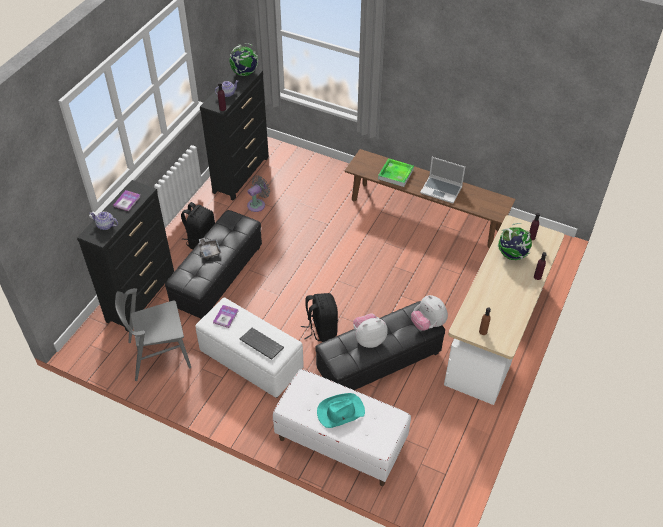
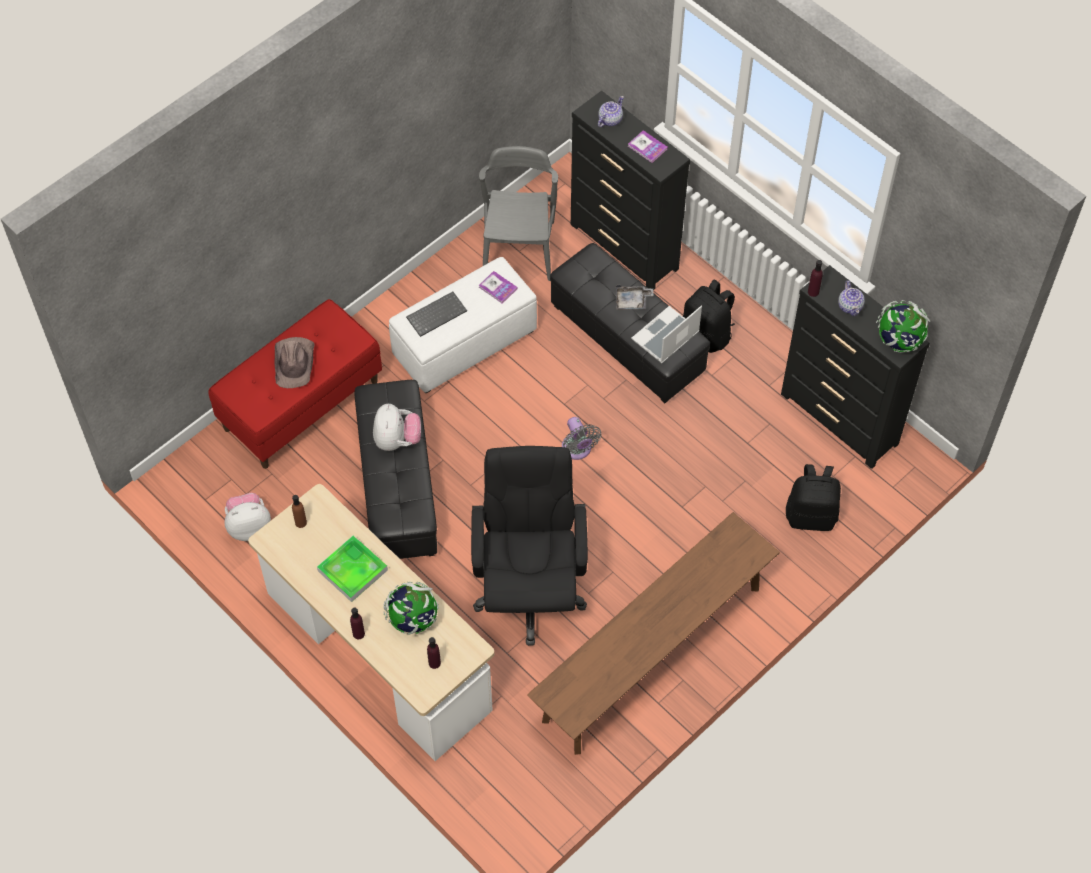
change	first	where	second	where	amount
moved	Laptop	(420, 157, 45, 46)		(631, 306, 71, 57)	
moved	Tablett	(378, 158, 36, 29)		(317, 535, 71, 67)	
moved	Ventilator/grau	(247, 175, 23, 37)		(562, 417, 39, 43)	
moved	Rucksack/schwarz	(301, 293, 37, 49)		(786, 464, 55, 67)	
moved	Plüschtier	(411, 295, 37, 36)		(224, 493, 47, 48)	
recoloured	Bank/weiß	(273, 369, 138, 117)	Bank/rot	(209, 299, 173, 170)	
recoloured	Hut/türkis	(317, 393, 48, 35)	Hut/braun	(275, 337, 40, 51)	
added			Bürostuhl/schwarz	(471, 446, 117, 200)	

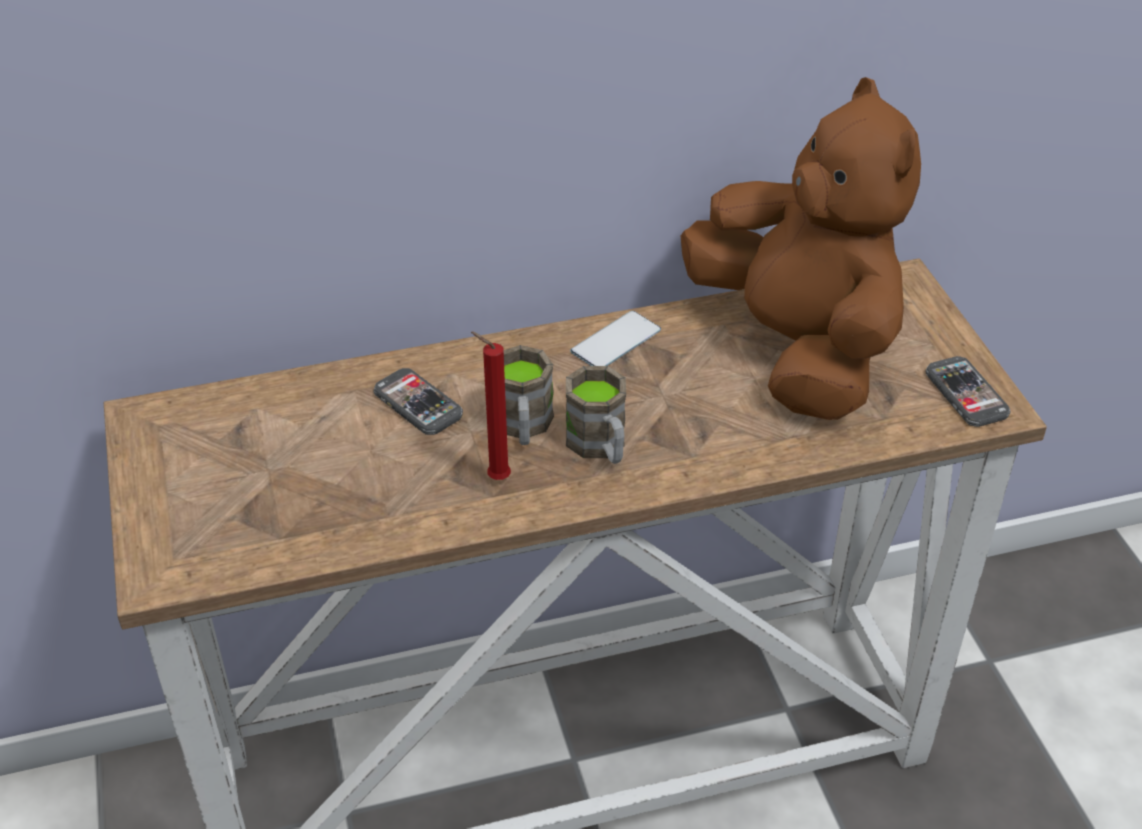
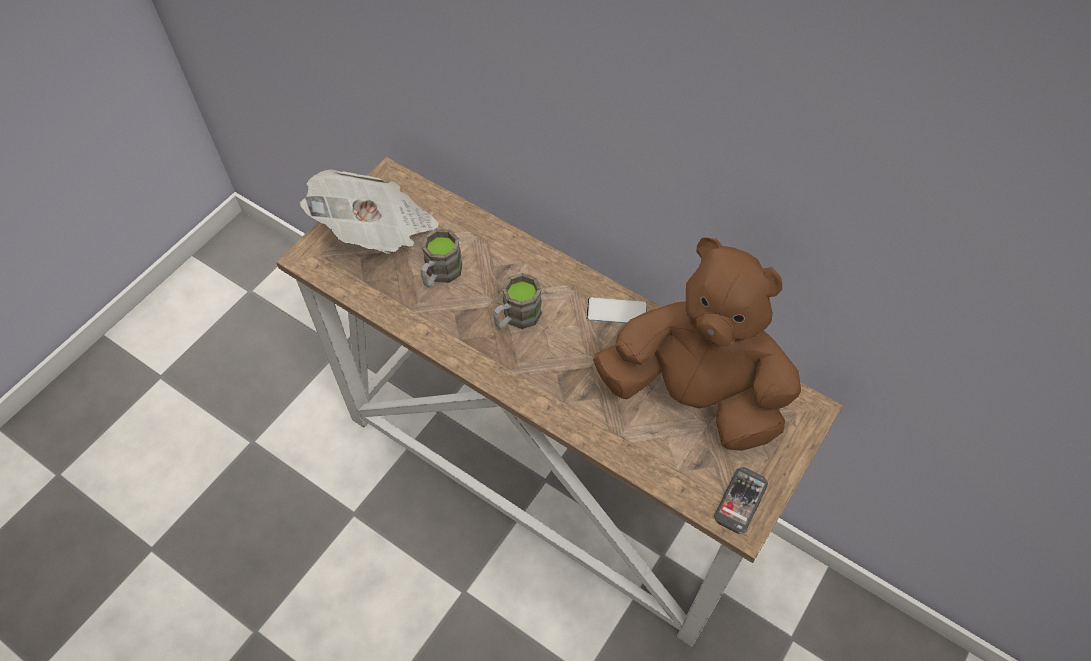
change	first	where	second	where	amount
turned	Plüschtier/braun	(680, 77, 241, 343)		(593, 238, 208, 213)	90 degrees counterclockwise
removed	Kerze/rot	(471, 332, 40, 148)			
moved	Henkelbecher/braun	(566, 366, 60, 98)		(421, 229, 41, 58)	
removed	Handy	(373, 368, 90, 67)			
added			Zeitung	(300, 169, 138, 85)	

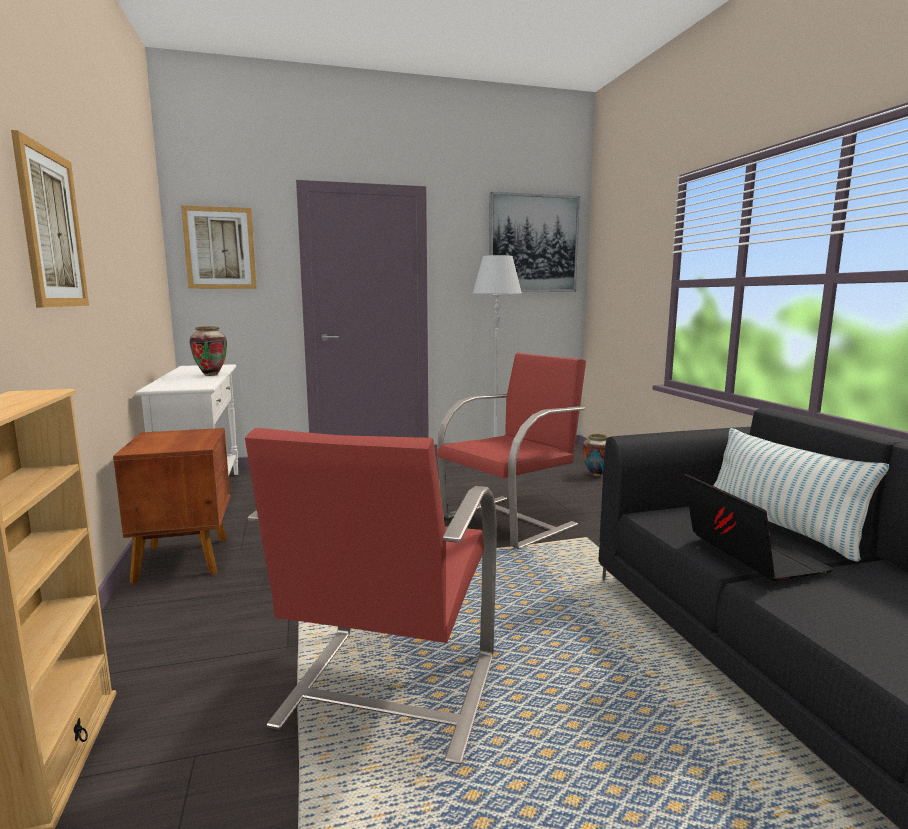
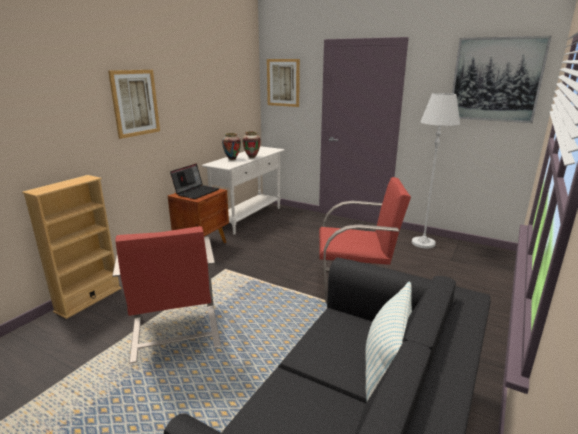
change	first	where	second	where	amount
turned	Sessel/rot	(245, 428, 252, 336)		(112, 226, 109, 138)	75 degrees counterclockwise
moved	Vase	(582, 434, 26, 42)		(222, 133, 19, 27)	
moved	Laptop	(684, 474, 150, 107)		(170, 164, 50, 35)	

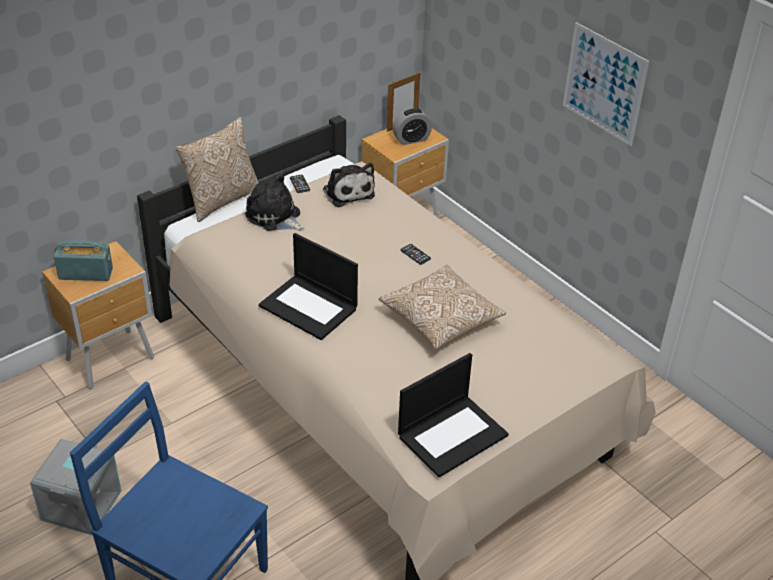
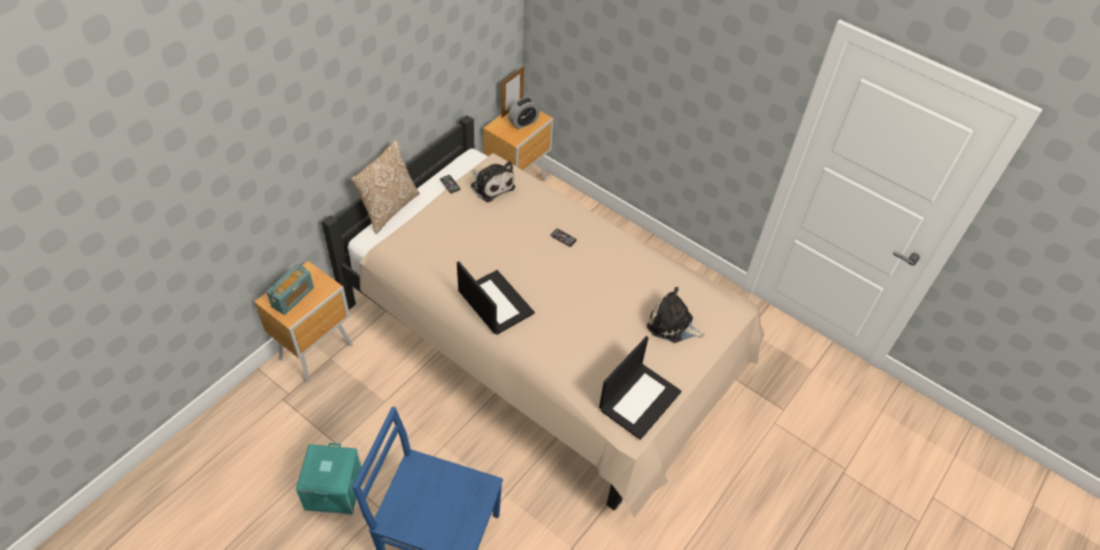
change	first	where	second	where	amount
removed	Bild	(563, 22, 86, 124)			
moved	Plüschtier	(245, 172, 59, 59)		(647, 287, 58, 56)	
turned	Laptop	(259, 233, 99, 107)		(457, 261, 78, 74)	150 degrees counterclockwise
turned	Radio	(54, 240, 59, 41)		(266, 264, 48, 51)	135 degrees clockwise
removed	Kissen	(379, 265, 127, 85)			
recoloured	Aufbewahrungsbox/grau	(30, 439, 91, 97)	Aufbewahrungsbox/türkis	(296, 443, 66, 72)	

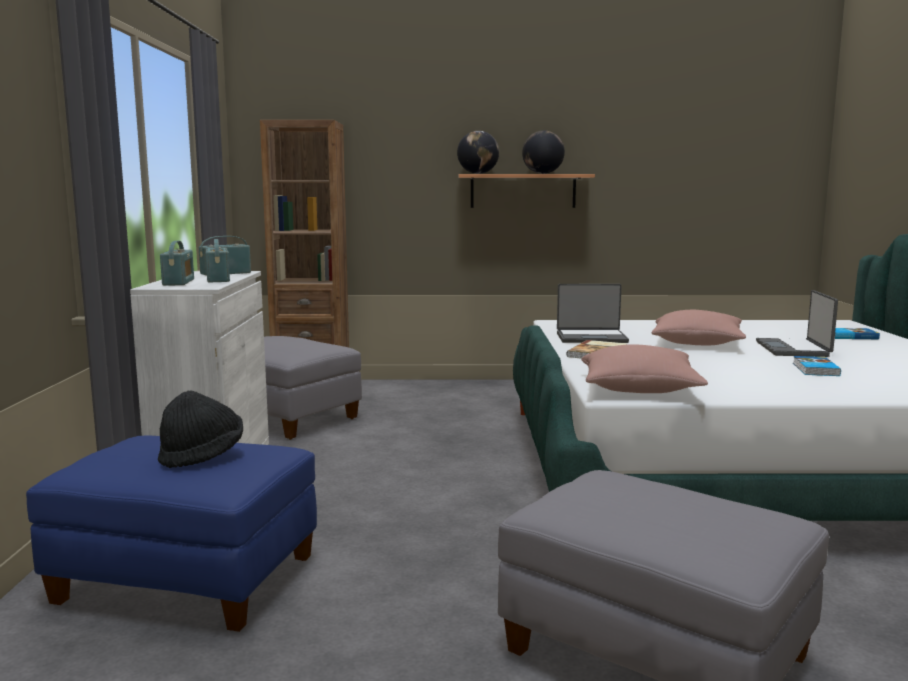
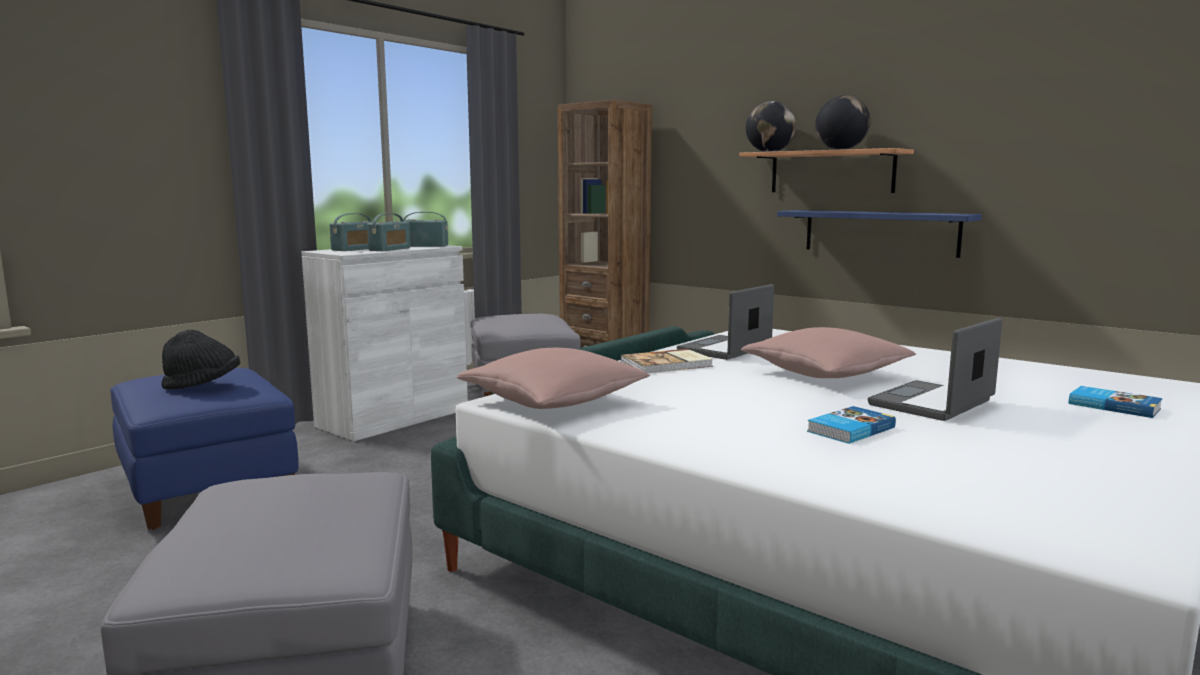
change	first	where	second	where	amount
turned	Laptop	(557, 284, 72, 59)		(677, 284, 97, 76)	90 degrees clockwise
added			Wandregal/blau	(777, 210, 205, 48)	

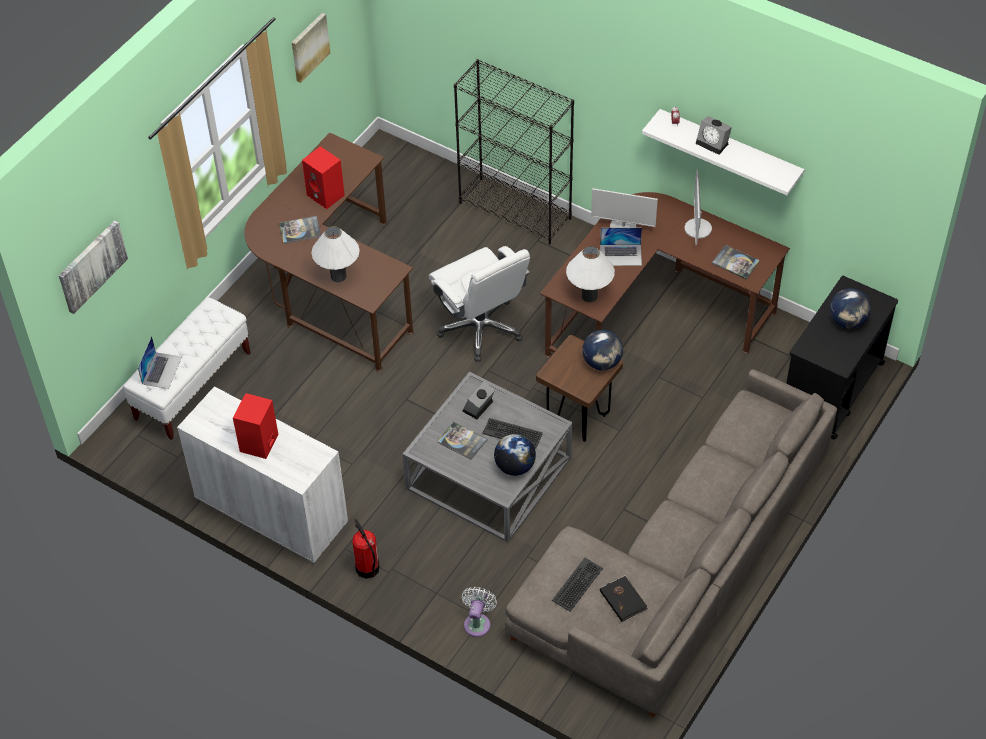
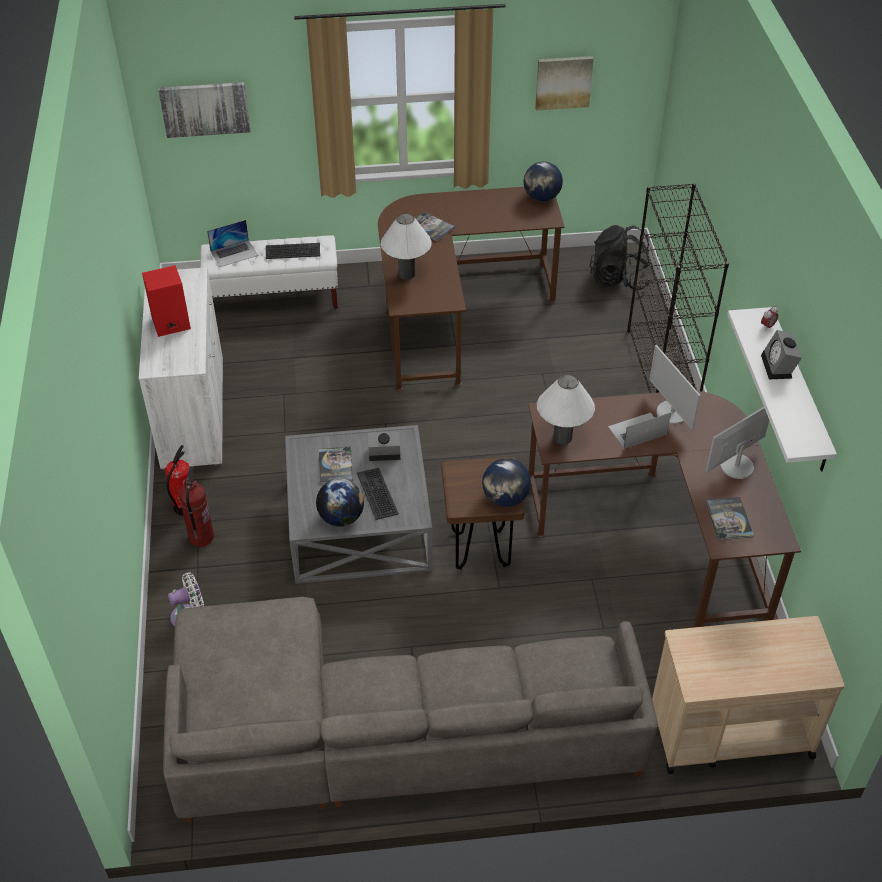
change	first	where	second	where	amount
removed	Lautsprecher/rot	(302, 146, 43, 63)			
turned	Laptop	(600, 228, 42, 38)		(608, 413, 63, 36)	105 degrees clockwise
removed	Bürostuhl/weiß	(429, 246, 101, 116)			
recoloured	Rollwagen/schwarz	(786, 276, 112, 163)	Rollwagen/beige	(652, 616, 193, 158)	
moved	Globus	(830, 288, 41, 41)		(524, 162, 39, 39)	
moved	Tastatur	(552, 558, 51, 53)		(266, 243, 54, 16)	
removed	Buch/schwarz	(600, 575, 48, 47)			
added			Rucksack/schwarz	(589, 225, 61, 66)	
added			Feuerlöscher	(179, 466, 35, 81)	

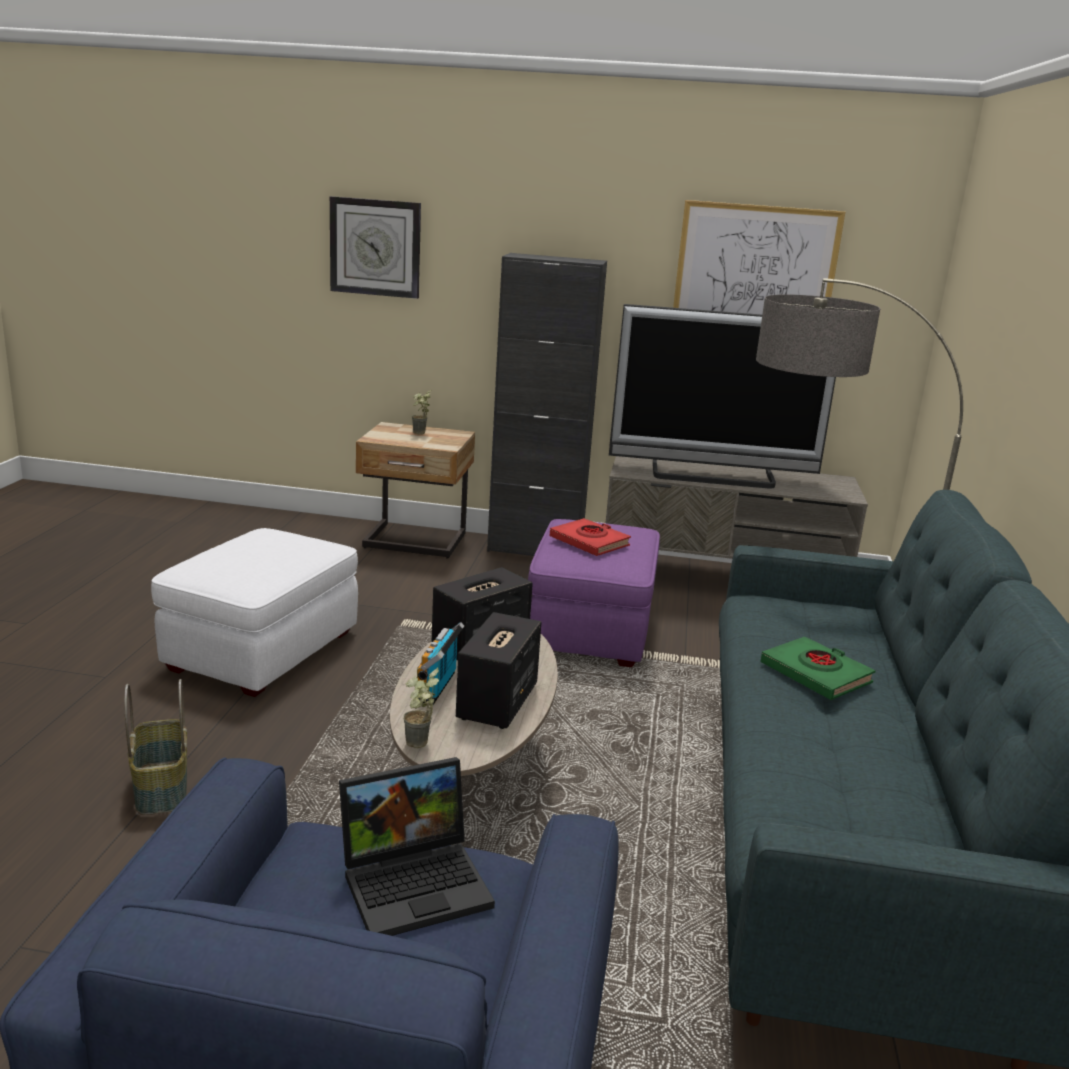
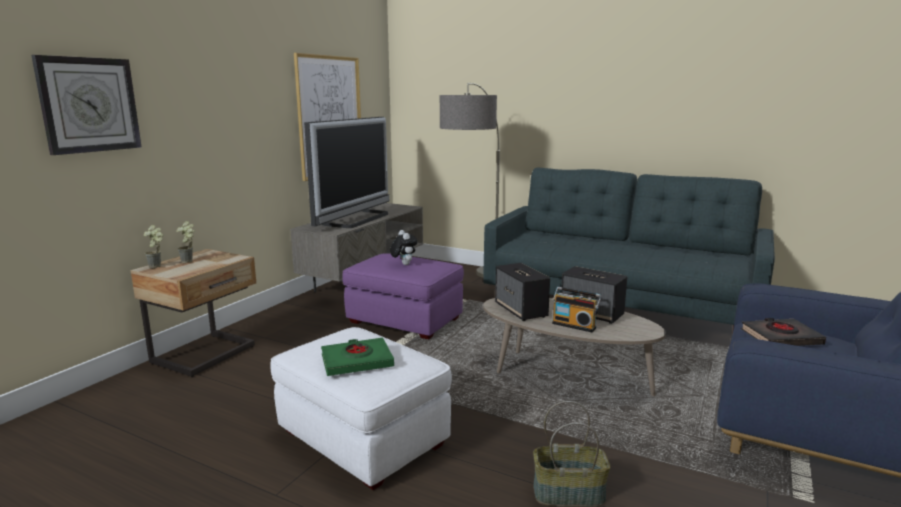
change	first	where	second	where	amount
removed	Schrank/schwarz	(487, 253, 120, 303)			
replaced	Buch/rot	(550, 518, 81, 38)	Plüschtier	(390, 230, 27, 35)	
moved	Buch/grün	(760, 637, 116, 63)		(321, 337, 73, 39)	
moved	Topfpflanze	(403, 668, 36, 80)		(143, 225, 21, 43)	
replaced	Laptop	(339, 757, 156, 179)	Buch/schwarz	(741, 318, 85, 28)	

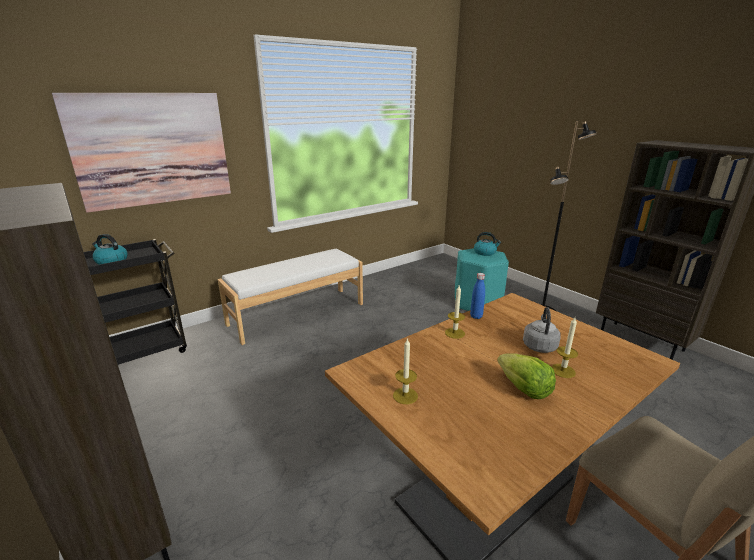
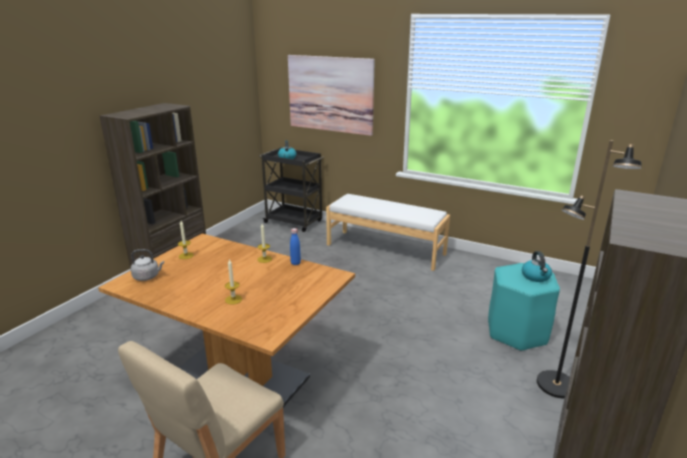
change	first	where	second	where	amount
moved	Wasserkessel/grau	(523, 307, 38, 46)		(131, 249, 33, 32)	
removed	Salatkopf	(497, 353, 59, 46)			

